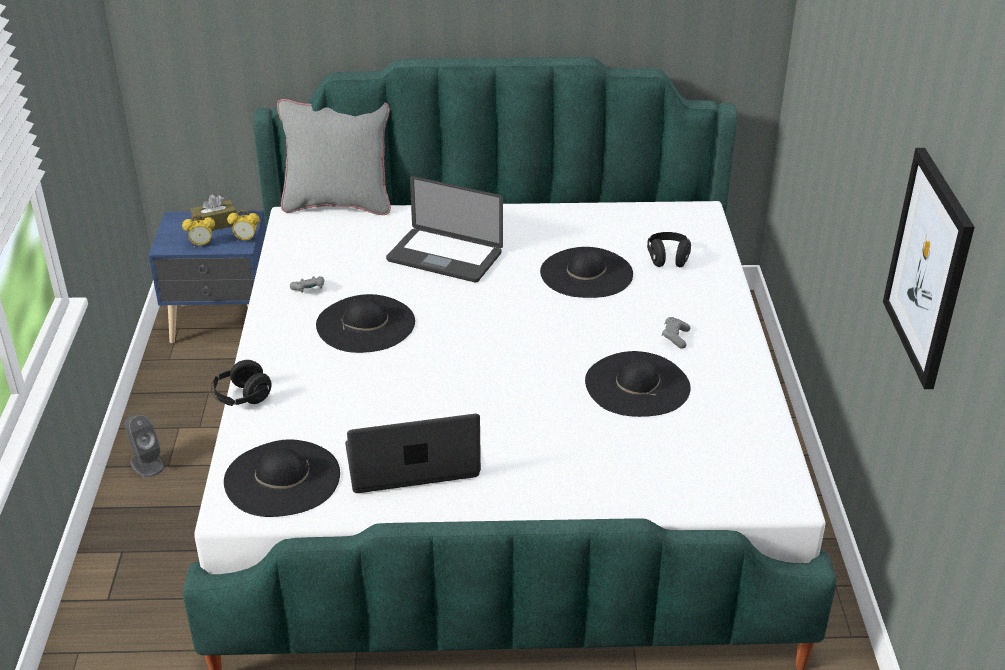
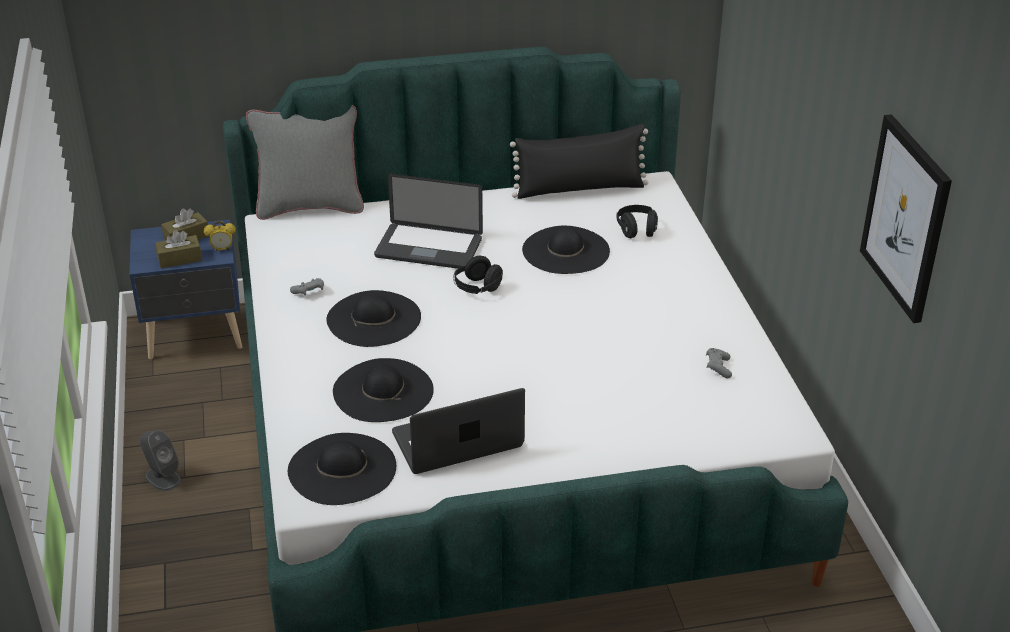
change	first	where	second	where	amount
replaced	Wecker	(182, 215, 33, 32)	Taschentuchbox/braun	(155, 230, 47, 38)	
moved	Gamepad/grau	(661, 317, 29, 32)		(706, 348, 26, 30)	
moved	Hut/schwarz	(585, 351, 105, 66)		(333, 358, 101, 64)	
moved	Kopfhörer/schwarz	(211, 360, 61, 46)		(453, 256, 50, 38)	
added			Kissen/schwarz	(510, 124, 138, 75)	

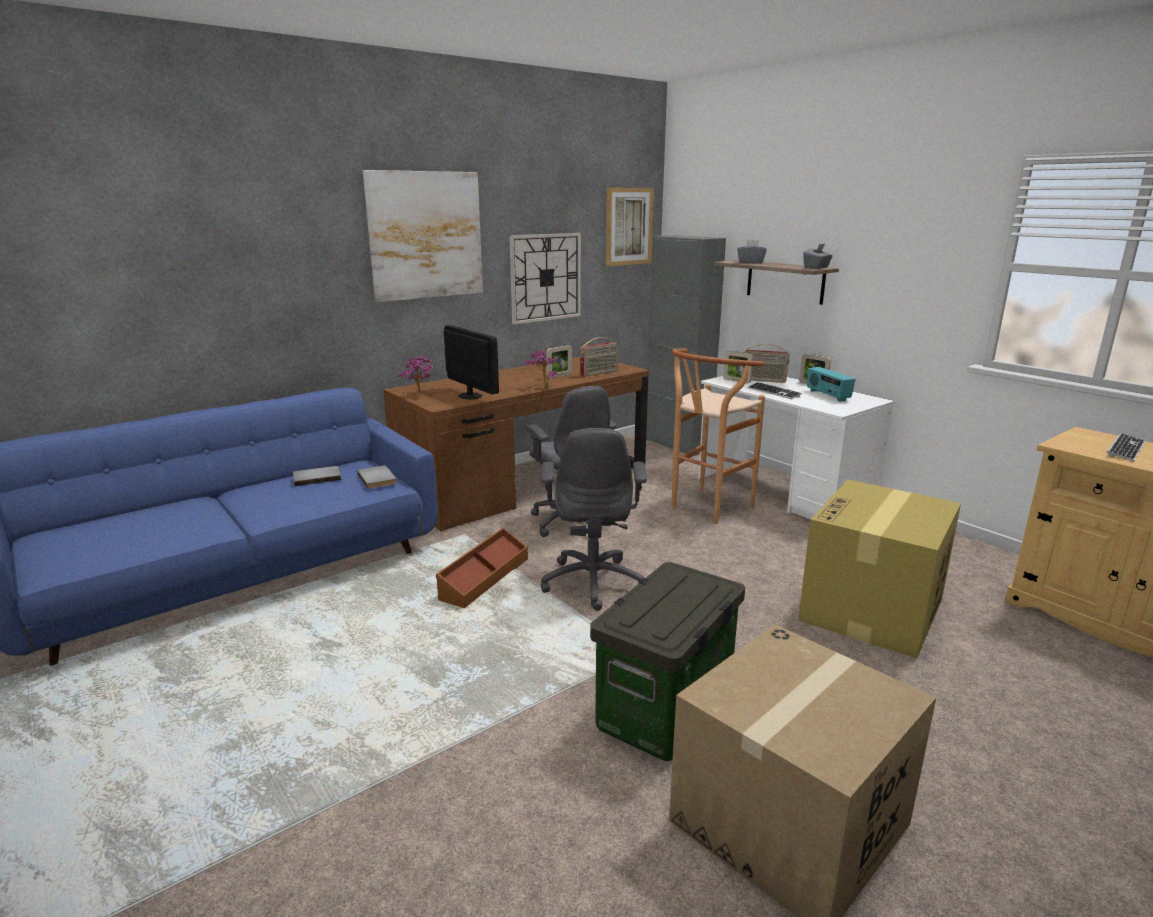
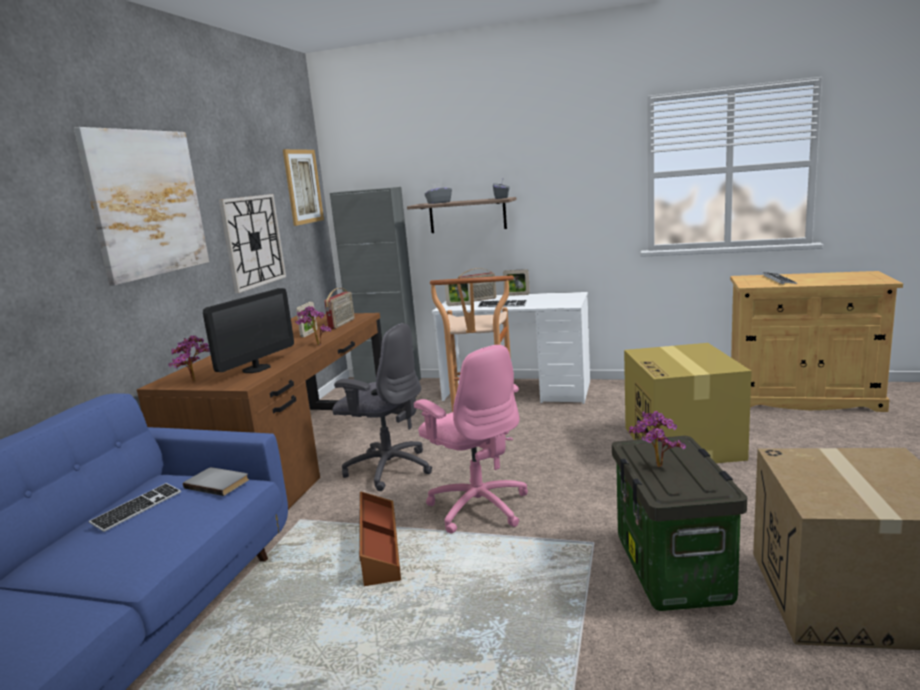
change	first	where	second	where	amount
turned	Monitor	(444, 325, 55, 74)		(203, 288, 91, 85)	105 degrees clockwise
removed	Radio	(807, 367, 49, 35)			
recoloured	Bürostuhl/grau	(541, 428, 106, 183)	Bürostuhl/rosa	(414, 345, 114, 189)	
replaced	Buch/grau	(293, 466, 48, 20)	Tastatur	(89, 483, 92, 49)	
added			Topfpflanze	(629, 411, 57, 56)	

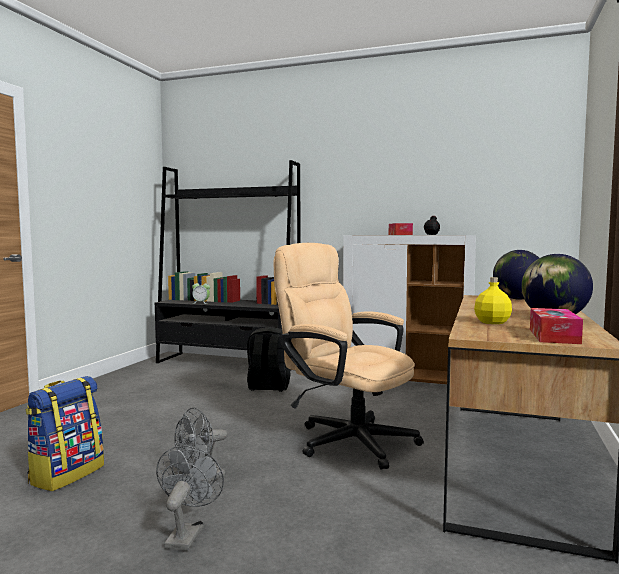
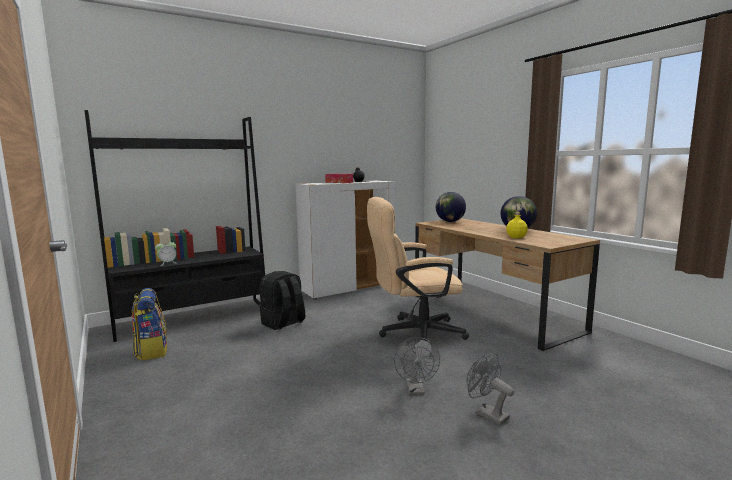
change	first	where	second	where	amount
removed	Taschentuchbox	(530, 308, 53, 36)			
moved	Rucksack	(25, 376, 79, 115)		(132, 288, 35, 73)	

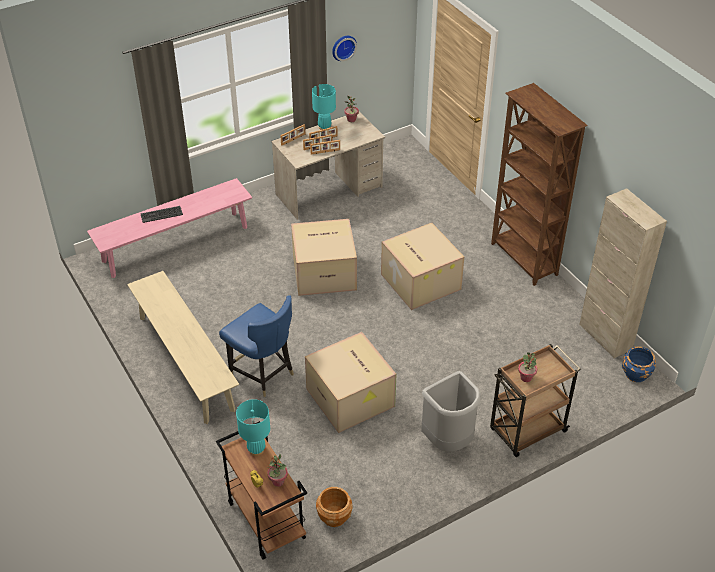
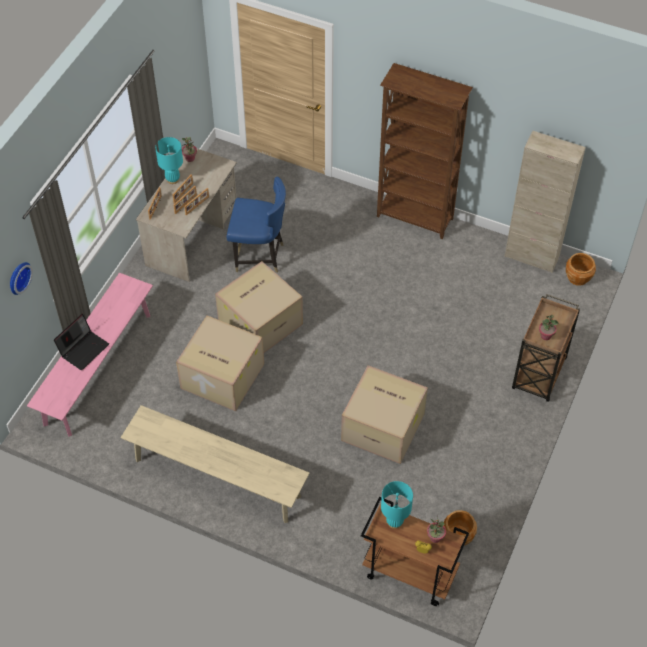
change	first	where	second	where	amount
moved	Wanduhr	(332, 36, 25, 25)		(10, 262, 23, 33)	
replaced	Tastatur	(141, 206, 42, 17)	Laptop	(54, 314, 55, 56)	
moved	Karton	(381, 223, 83, 87)		(176, 316, 88, 95)	
moved	Stuhl/blau	(219, 295, 75, 102)		(226, 177, 60, 96)	
recoloured	Pflanzkübel/blau	(622, 346, 34, 36)	Pflanzkübel/braun	(566, 253, 30, 33)	
removed	Mülleimer/grau	(421, 371, 60, 81)			

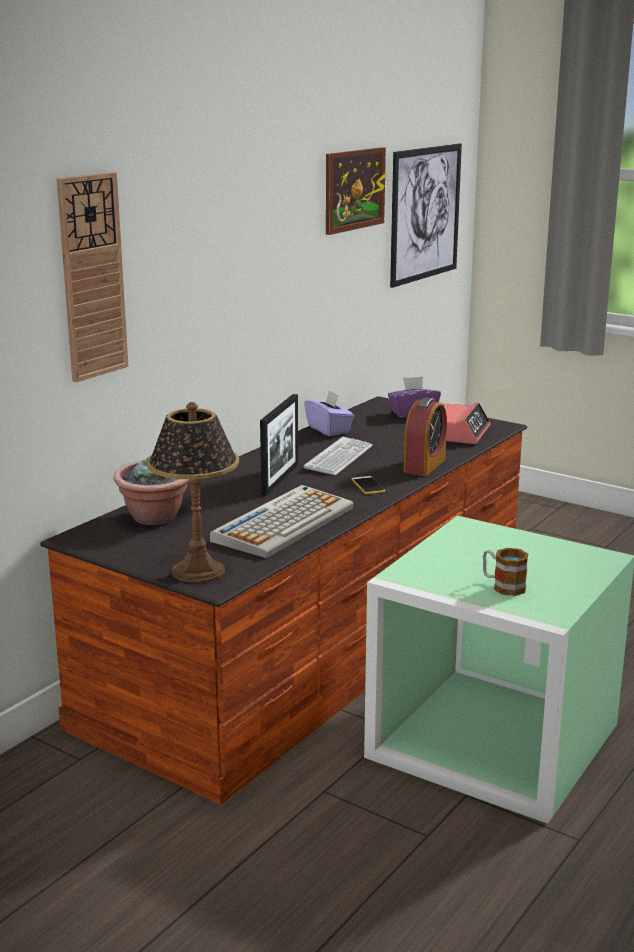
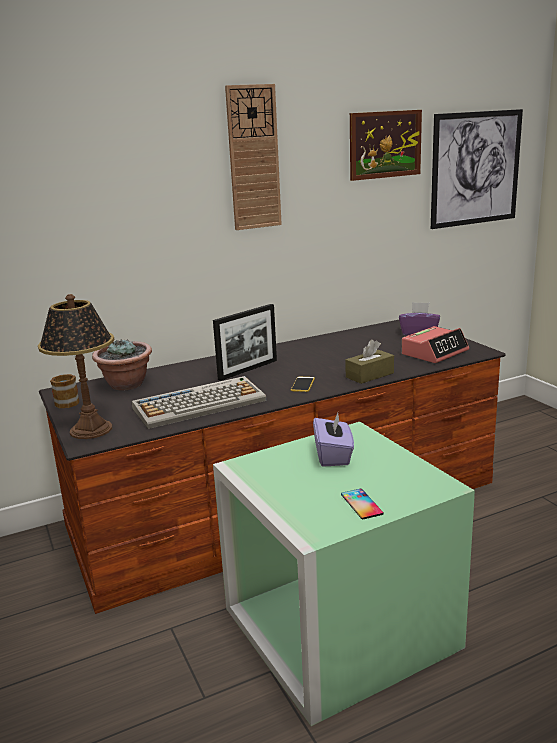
change	first	where	second	where	amount
moved	Wanduhr	(57, 172, 71, 210)		(225, 84, 57, 146)	
moved	Taschentuchbox/lila	(304, 390, 50, 46)		(313, 413, 41, 54)	
replaced	Wecker	(404, 397, 43, 79)	Taschentuchbox/braun	(345, 340, 49, 44)	
removed	Tastatur	(304, 437, 69, 38)			
moved	Henkelbecher	(483, 548, 45, 48)		(50, 374, 30, 34)	
added			Handy	(341, 489, 43, 30)	

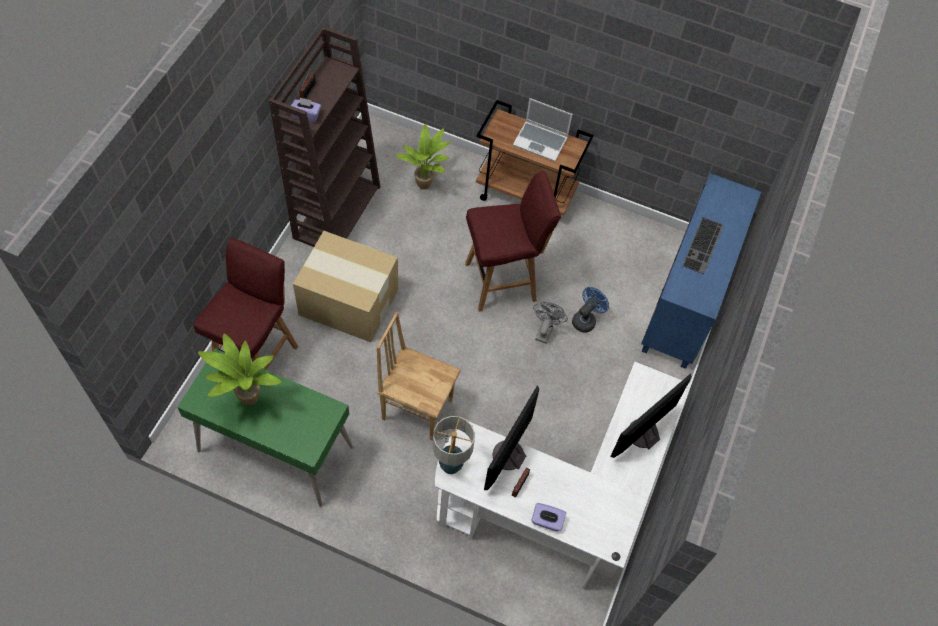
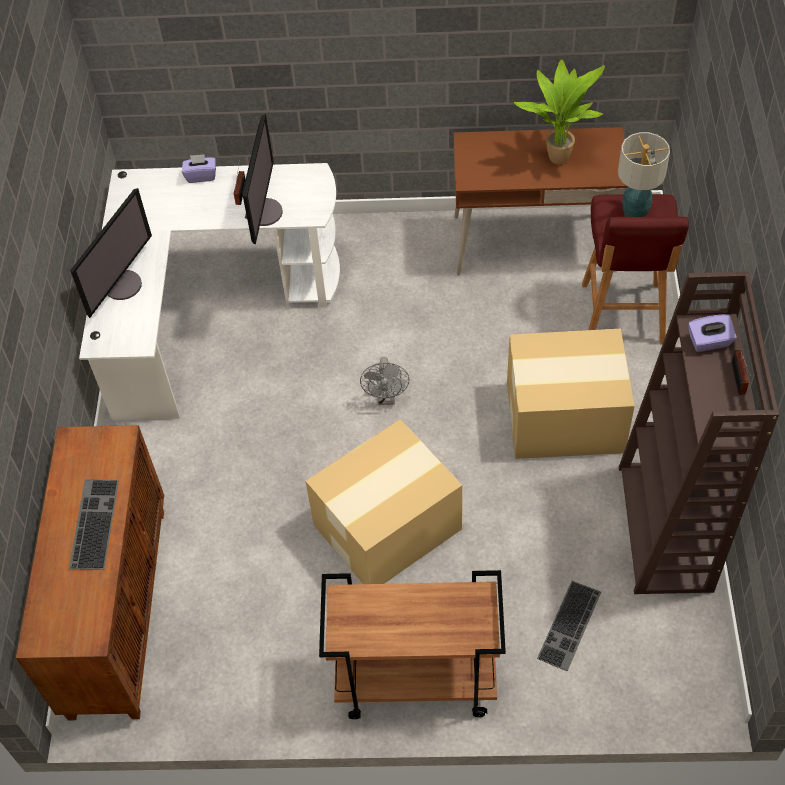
change	first	where	second	where	amount
removed	Laptop	(513, 98, 59, 64)			
replaced	Topfpflanze	(395, 124, 56, 65)	Tastatur	(537, 581, 64, 90)	
replaced	Hocker/rot	(465, 171, 96, 141)	Karton	(306, 419, 156, 165)	
recoloured	Schrank/blau	(641, 173, 120, 196)	Schrank/braun	(16, 425, 148, 295)	
removed	Ventilator/blau	(572, 287, 37, 46)			
moved	Ventilator/grau	(533, 302, 35, 42)		(360, 357, 49, 48)	
removed	Stuhl/braun	(377, 312, 84, 129)			
recoloured	Schreibtisch/grün	(177, 348, 176, 159)	Schreibtisch/braun	(454, 127, 174, 149)	
moved	Tischlampe	(432, 416, 43, 58)		(618, 132, 52, 85)	

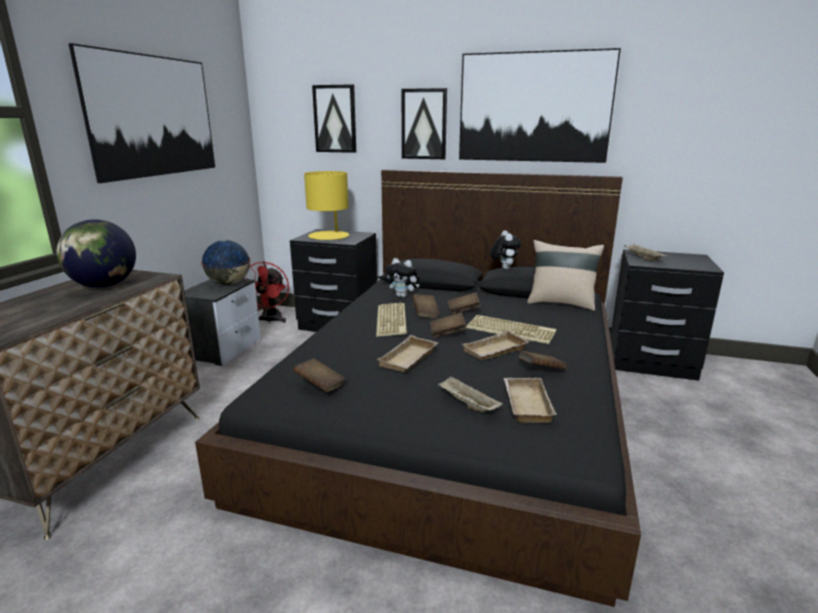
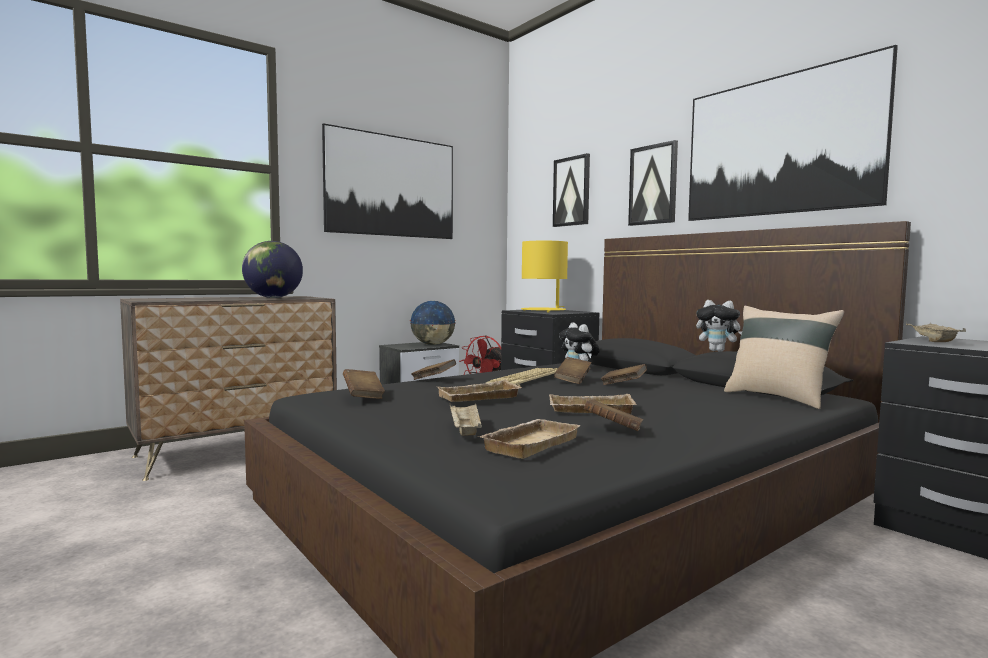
change	first	where	second	where	amount
turned	Plüschtier	(490, 231, 31, 39)		(696, 300, 46, 52)	90 degrees clockwise
moved	Buch/braun	(430, 312, 36, 26)		(411, 359, 45, 21)	
removed	Tastatur	(466, 315, 90, 29)			

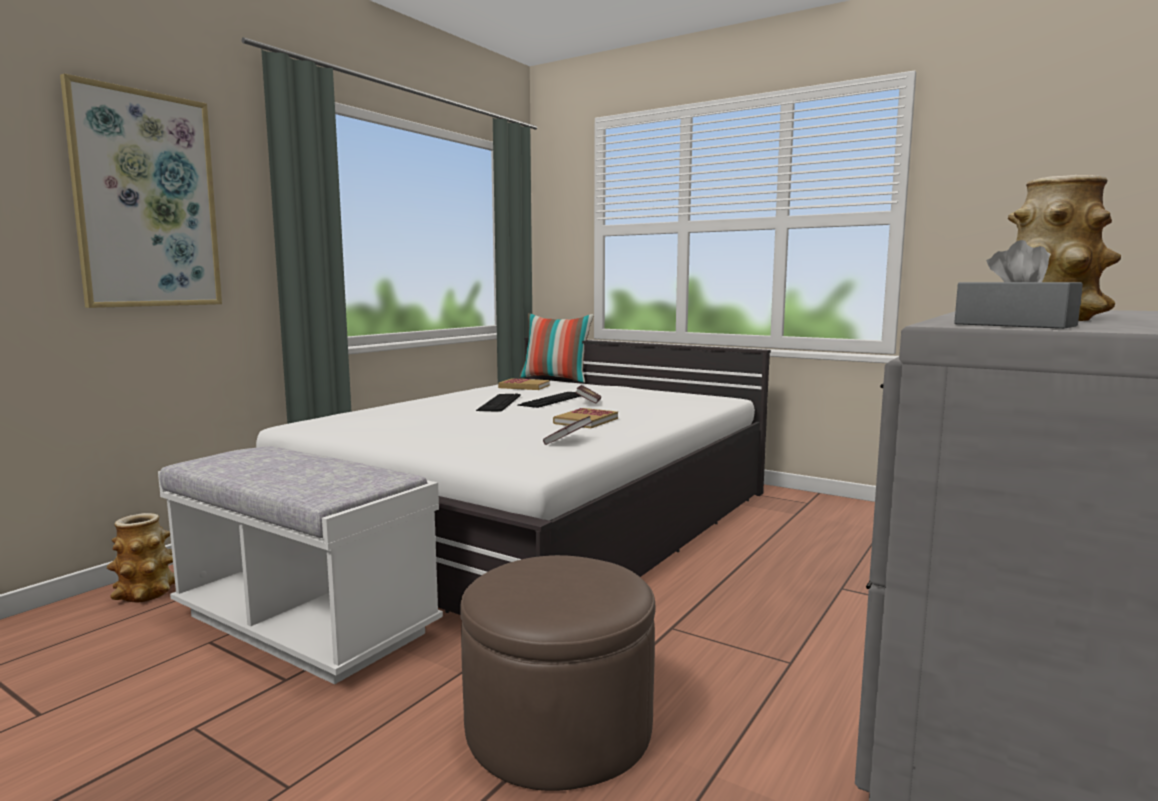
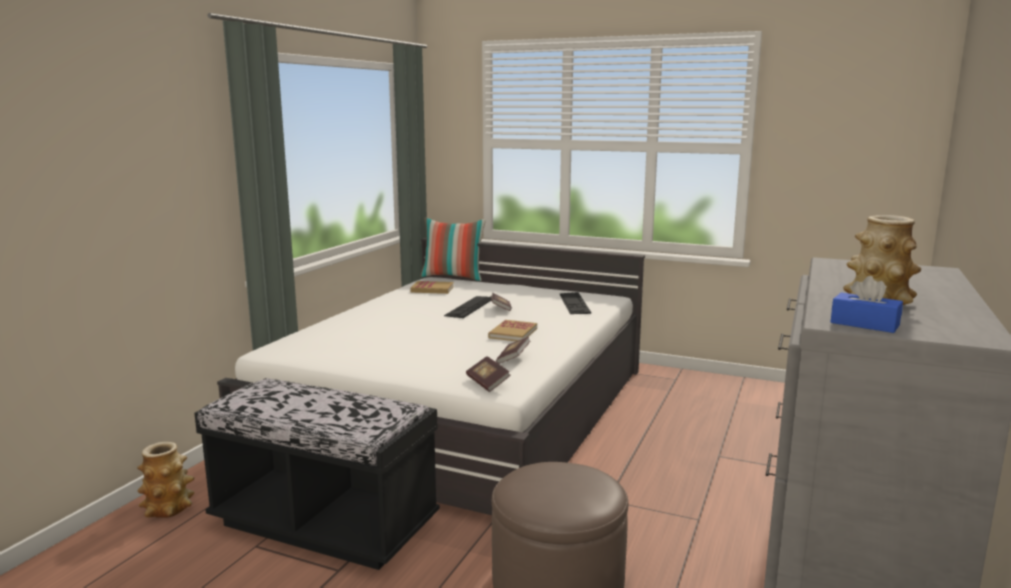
change	first	where	second	where	amount
removed	Bild	(60, 73, 162, 235)			
recoloured	Taschentuchbox/grau	(954, 240, 129, 89)	Taschentuchbox/blau	(831, 276, 72, 57)	
moved	Tastatur	(476, 393, 44, 19)		(559, 292, 32, 22)	
recoloured	Bank/weiß	(158, 446, 285, 238)	Bank/schwarz	(194, 378, 246, 192)	
added			Buch	(466, 356, 44, 36)	

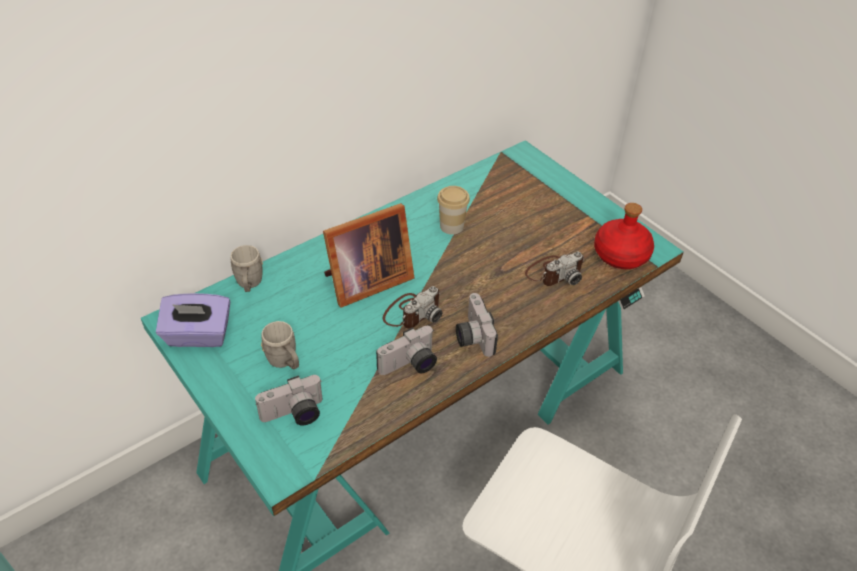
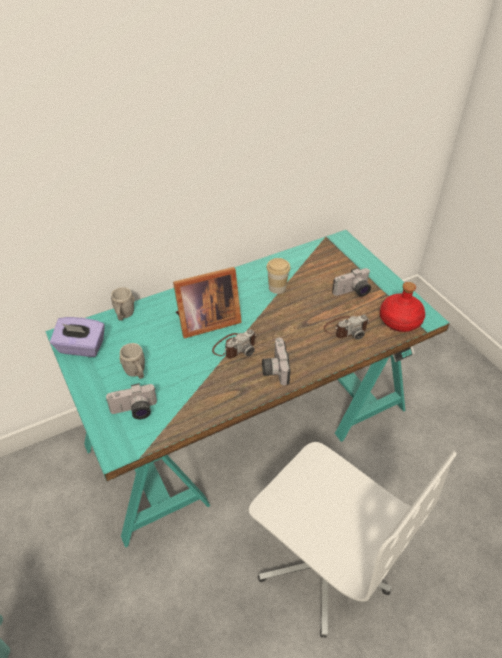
change	first	where	second	where	amount
moved	Kamera	(376, 326, 61, 49)		(332, 268, 39, 29)	

